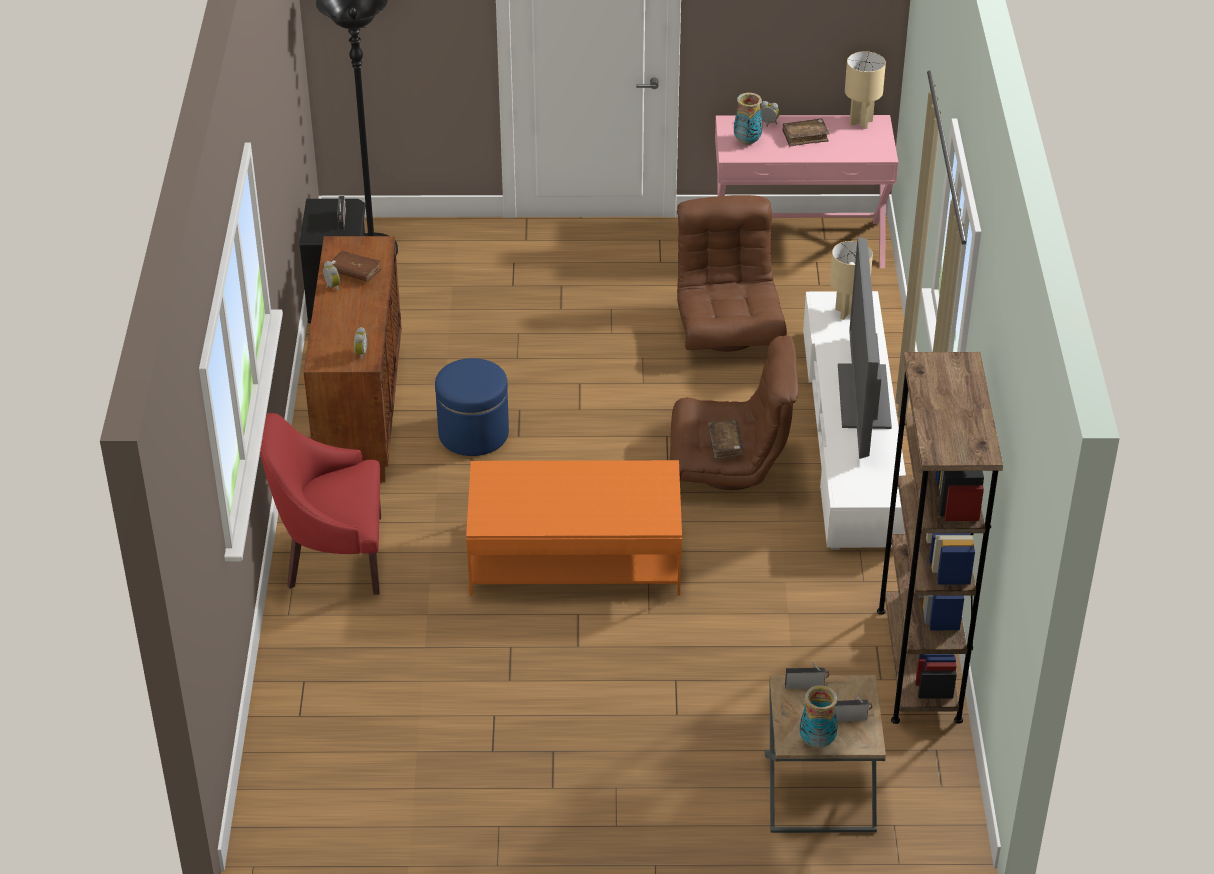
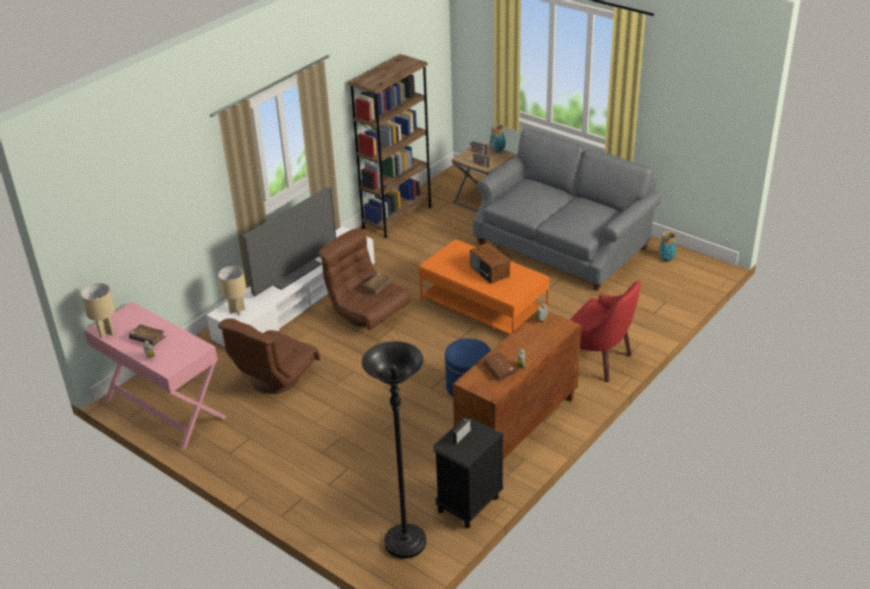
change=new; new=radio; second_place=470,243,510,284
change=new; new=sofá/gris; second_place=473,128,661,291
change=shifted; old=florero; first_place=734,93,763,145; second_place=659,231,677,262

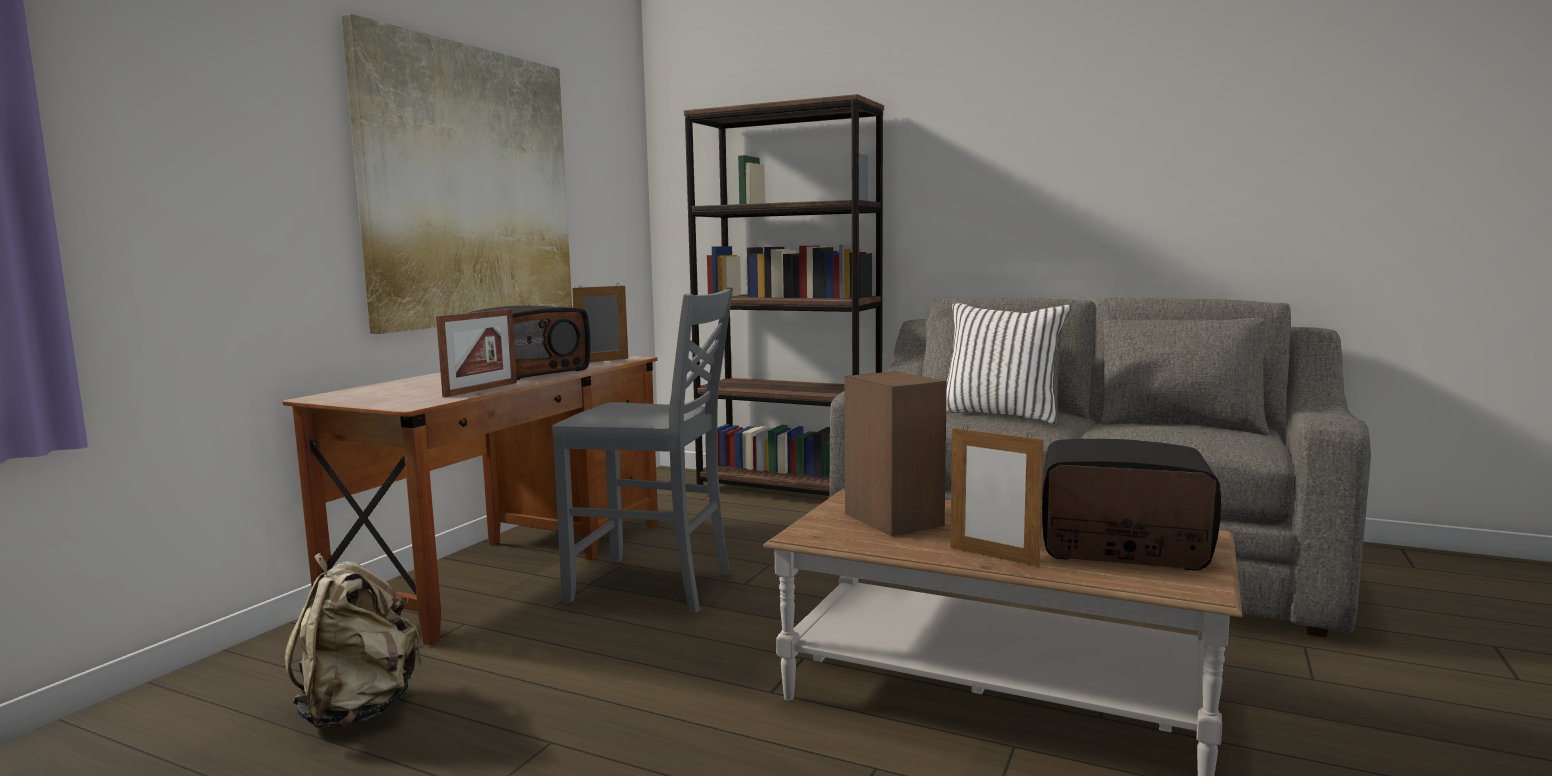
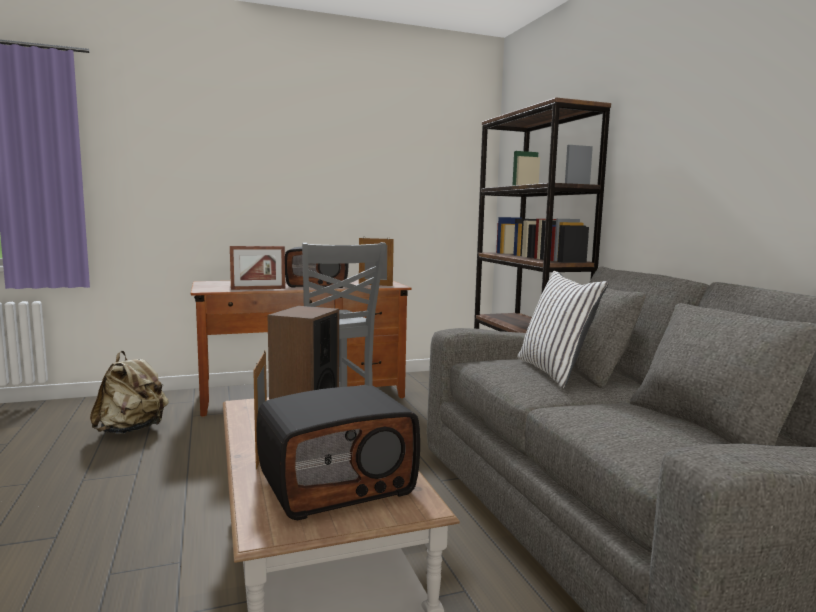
change=gone; old=cuadro; first_place=341,14,572,334
change=rotated; old=radio; first_place=1042,439,1221,571; second_place=257,386,420,520; degrees=90

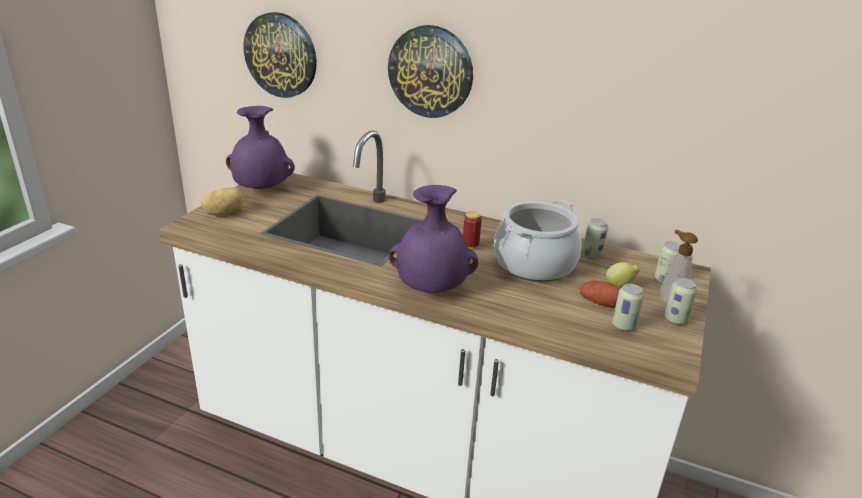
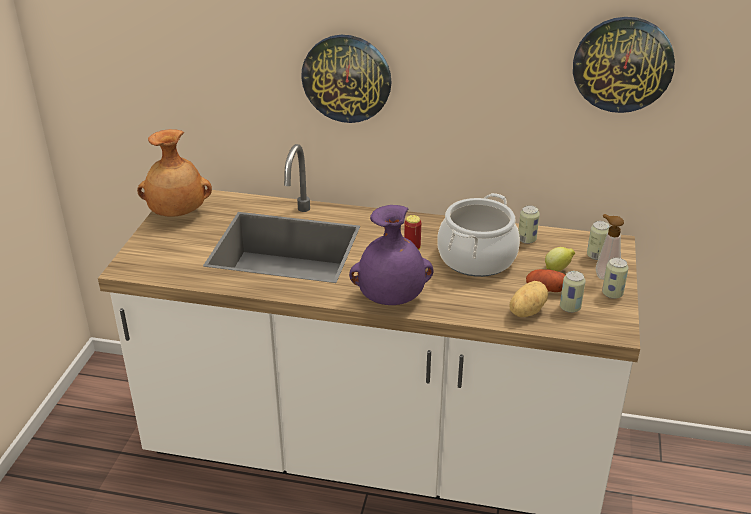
change=shifted; old=patata; first_place=201,187,244,216; second_place=509,281,548,317
change=shifted; old=reloj de pared; first_place=244,12,317,98; second_place=573,17,675,113
change=repainted; old=florero/morado; new=florero/marrón; first_place=226,106,295,189; second_place=137,129,212,217

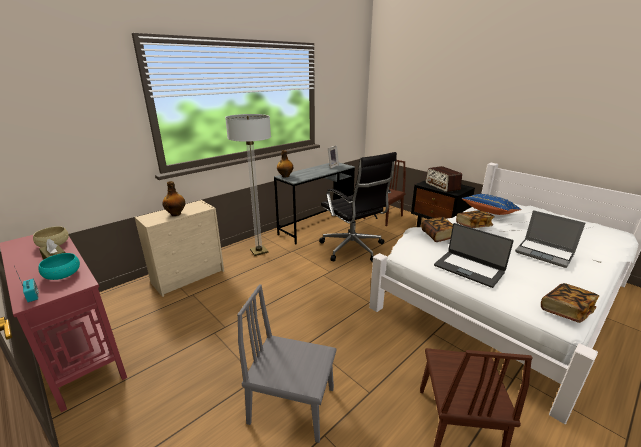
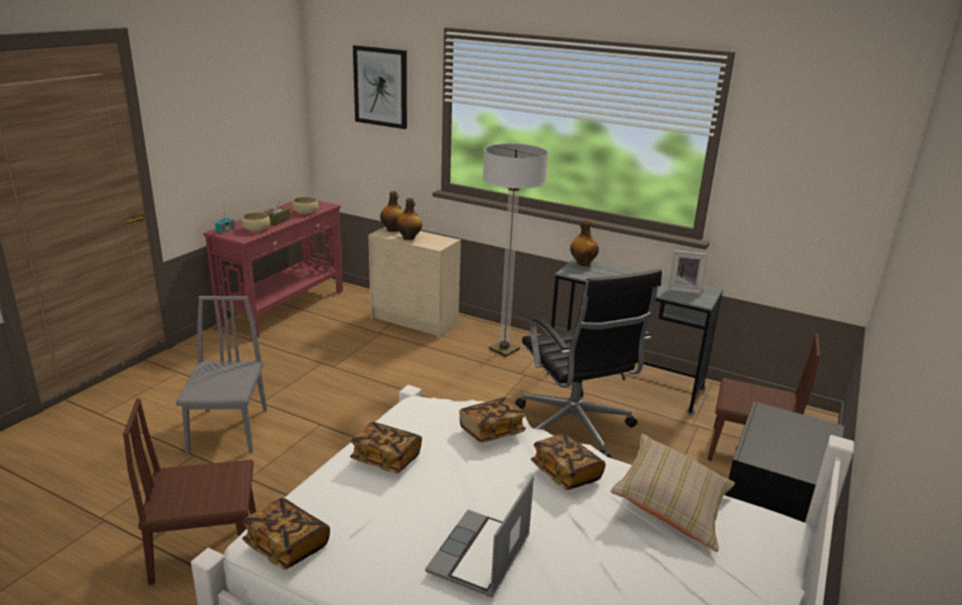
change=gone; old=radio; first_place=425,166,462,192
change=new; new=cuadro; second_place=353,45,407,129
change=new; new=botella; second_place=380,191,404,232
change=swapped; old=portátil; new=libro; first_place=434,223,514,288; second_place=350,422,422,473
change=repainted; old=cuenco/turquesa; new=cuenco/beis; first_place=39,253,80,280; second_place=241,212,270,232
change=repainted; old=cojín/azul; new=cojín/beis; first_place=462,194,522,215; second_place=610,433,735,552
change=rotated; old=silla de oficina/negro; first_place=319,152,397,262; second_place=515,269,662,458; degrees=-60

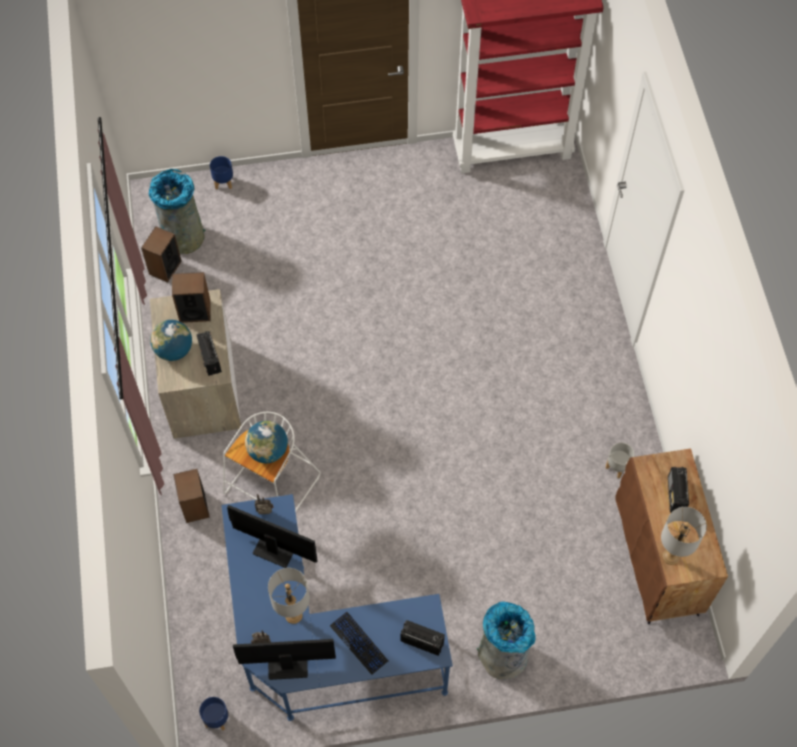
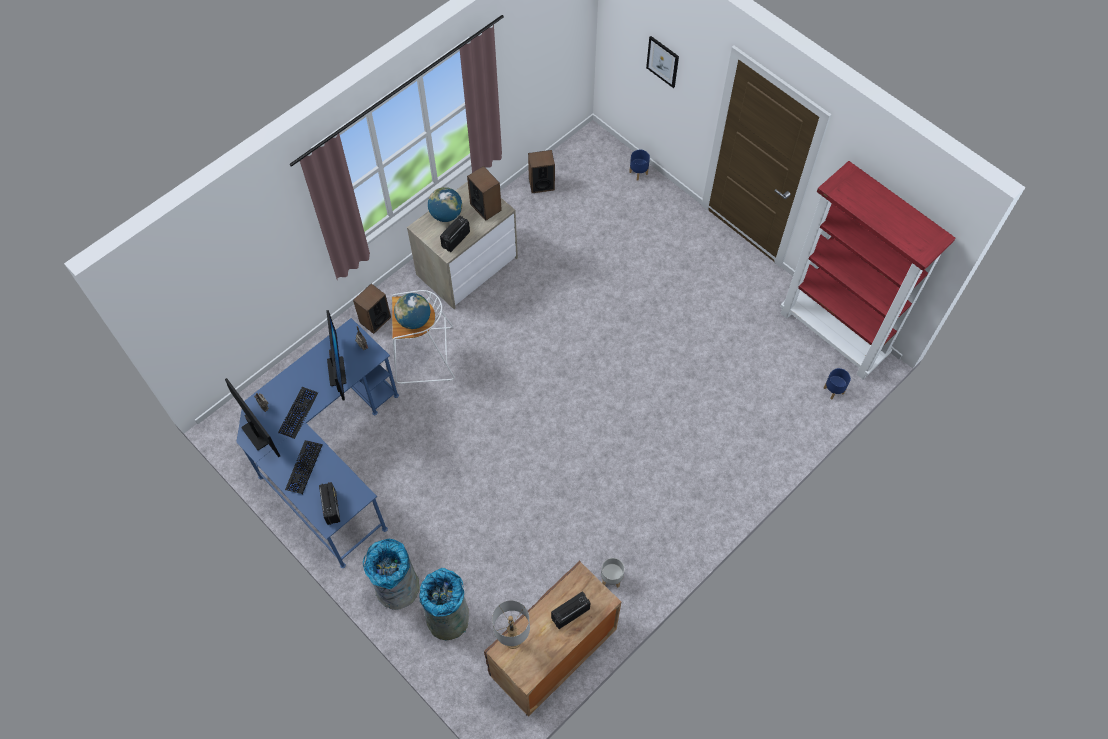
change=new; new=cuadro; second_place=646,36,679,88
change=shifted; old=papelera/gris; first_place=149,169,205,254; second_place=419,568,469,640
change=shifted; old=maceta/azul; first_place=199,697,229,731; second_place=823,368,851,400
change=swapped; old=lámpara de mesa/gris; new=teclado; first_place=268,568,310,624; second_place=278,387,318,439

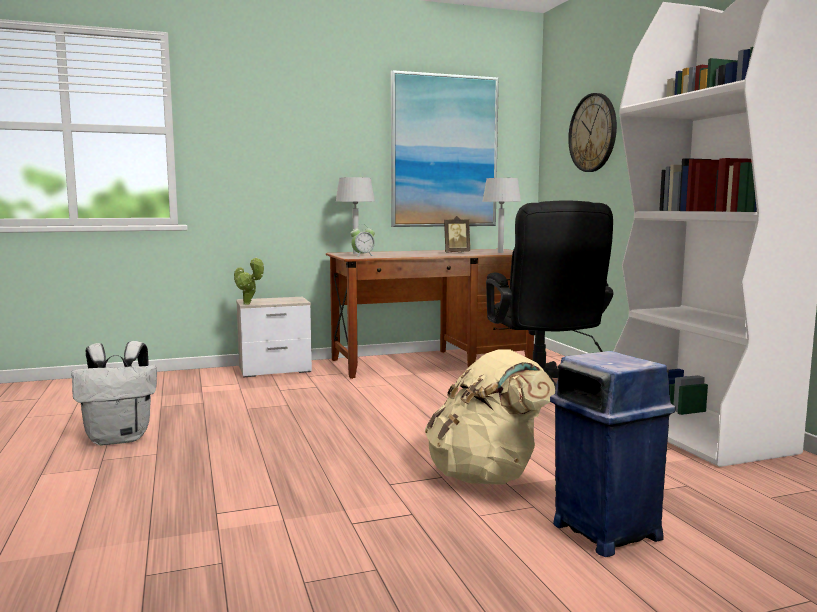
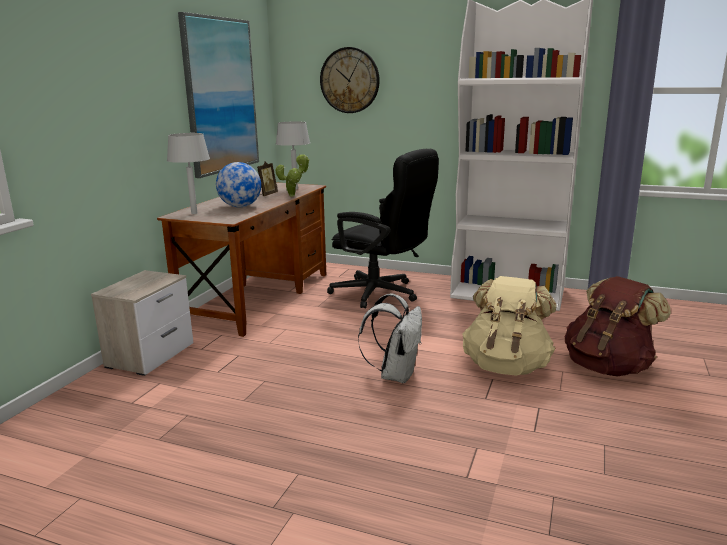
change=gone; old=despertador; first_place=350,225,375,257
change=new; new=globo terráqueo; second_place=216,162,261,207
change=shifted; old=mochila/blanco; first_place=71,341,157,446; second_place=358,293,422,383
change=shifted; old=planta en maceta; first_place=234,257,264,305; second_place=276,154,310,196
change=swapped; old=papelera/azul; new=mochila/marrón; first_place=550,351,676,557; second_place=565,276,671,376

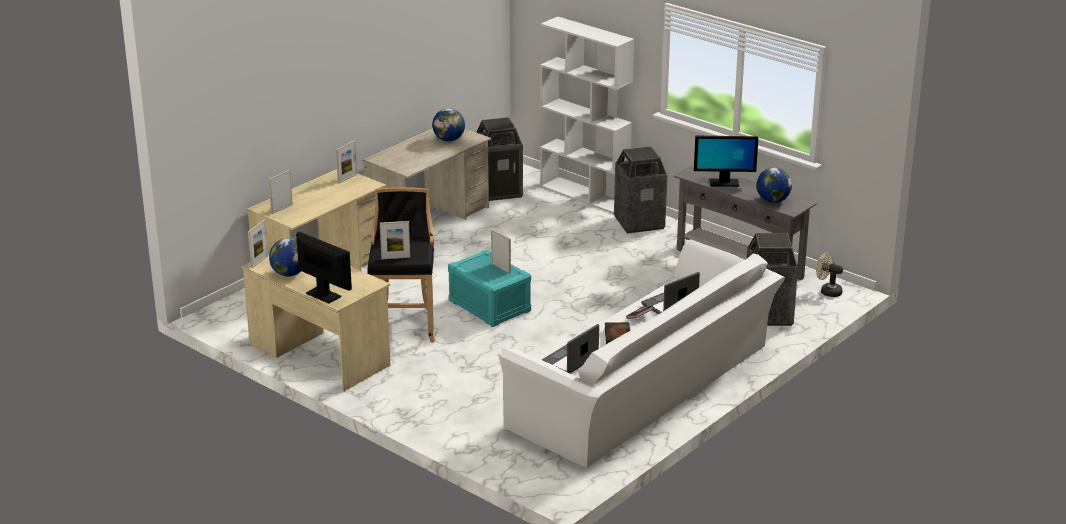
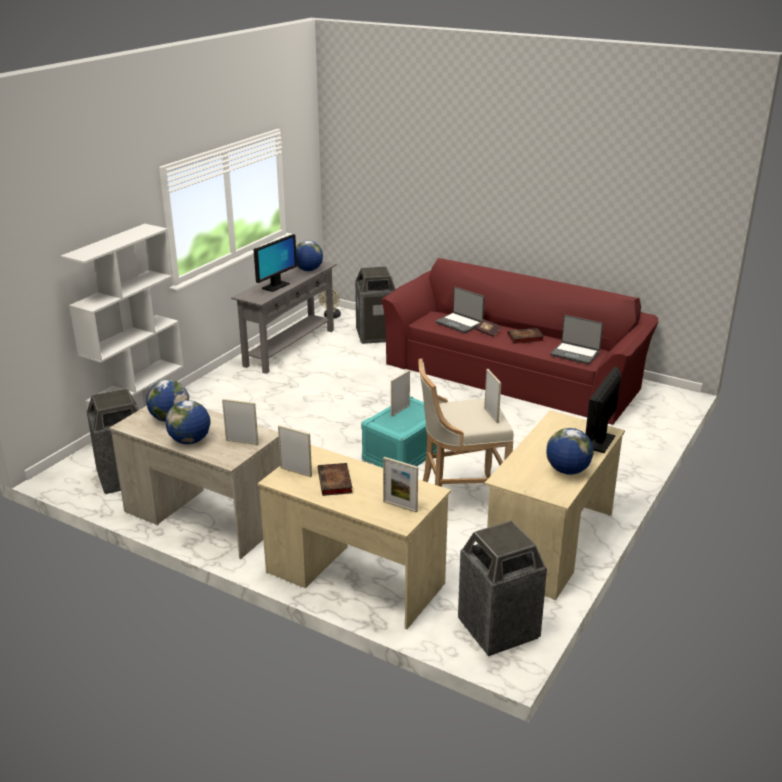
change=new; new=globo terráqueo; second_place=166,400,210,444
change=new; new=libro; second_place=318,463,353,496
change=shifted; old=portarretratos; first_place=248,220,268,268; second_place=222,399,258,445
change=shifted; old=papelera; first_place=614,146,667,233; second_place=458,520,547,656
change=repainted; old=taburete/negro; new=taburete/beis; first_place=367,187,435,342; second_place=418,358,514,487
change=repainted; old=sofá/blanco; new=sofá/rojo; first_place=498,240,785,467; second_place=381,258,658,425
change=rotated; old=monitor; first_place=694,136,758,187; second_place=253,234,297,292; degrees=45

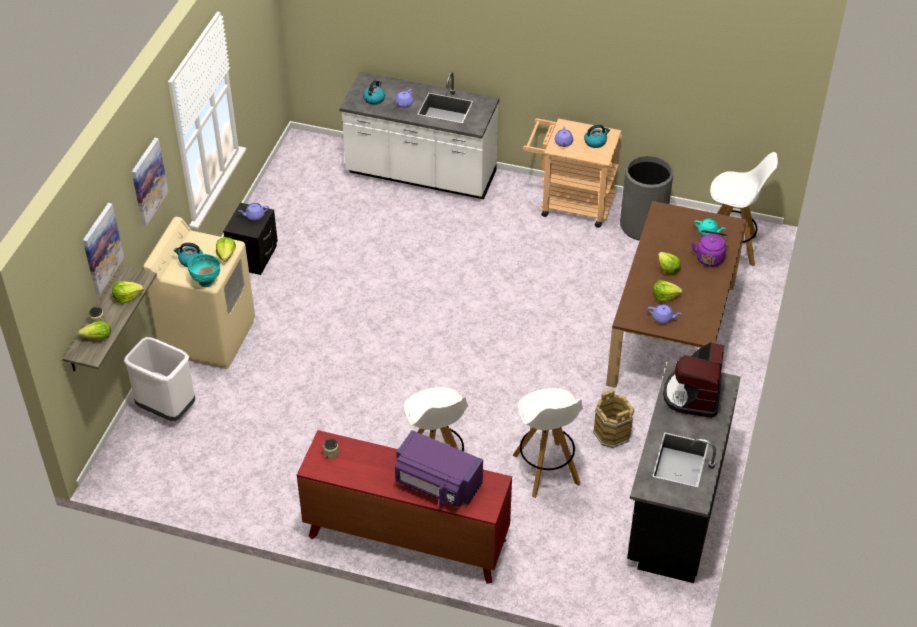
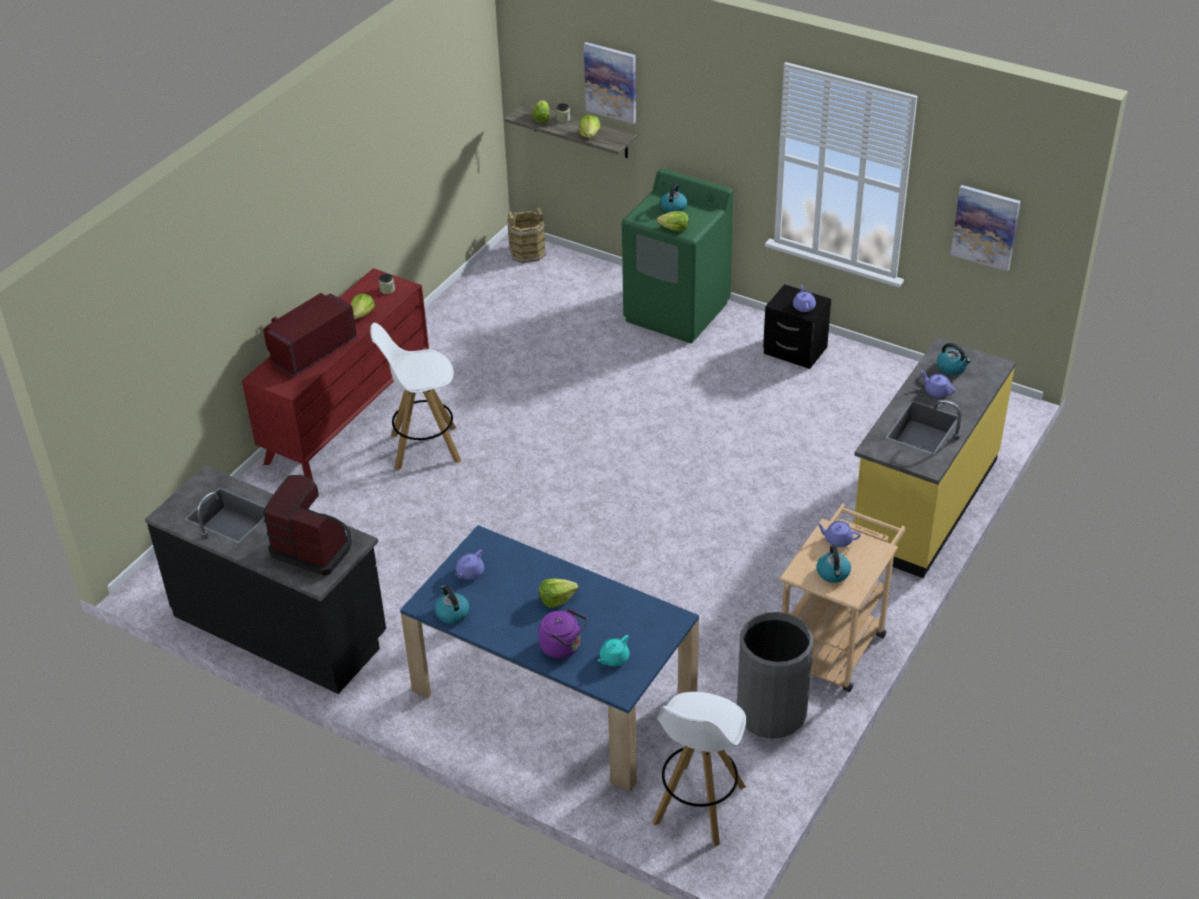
change=gone; old=papelera/blanco; first_place=124,337,195,421
change=gone; old=cuenco/turquesa; first_place=187,254,220,287
change=gone; old=taburete/blanco; first_place=513,388,583,498
change=new; new=hervidor; second_place=435,585,469,624
change=shifted; old=cuadro; first_place=132,138,168,226; second_place=951,185,1021,272
change=shifted; old=cubo/marrón; first_place=593,389,635,448; second_place=507,208,546,263
change=shifted; old=lechuga; first_place=653,280,682,301; second_place=351,294,375,319
change=repainted; old=lavadora/beis; new=lavadora/verde; first_place=143,217,255,369; second_place=622,169,733,343
change=repainted; old=mueble bajo de cocina/blanco; new=mueble bajo de cocina/amarillo; first_place=339,72,499,199; second_place=854,338,1016,578
change=repainted; old=microondas/morado; new=microondas/rojo; first_place=395,430,483,507; second_place=263,293,357,376
change=repainted; old=mesa de comedor/marrón; new=mesa de comedor/azul; first_place=606,201,747,388; second_place=400,525,699,792

